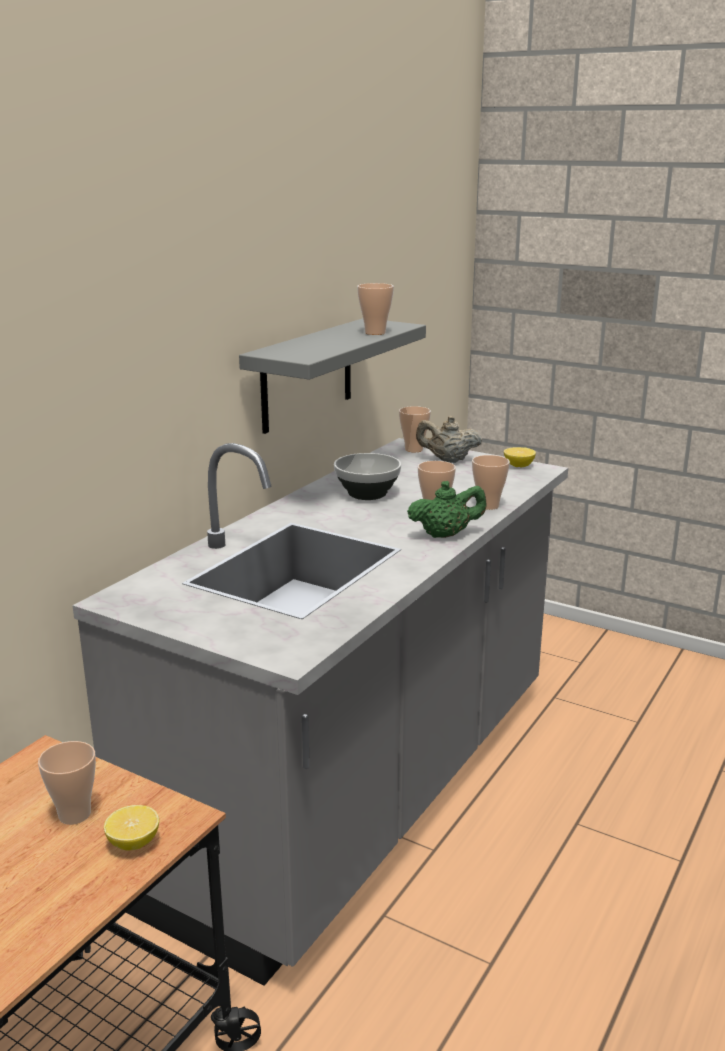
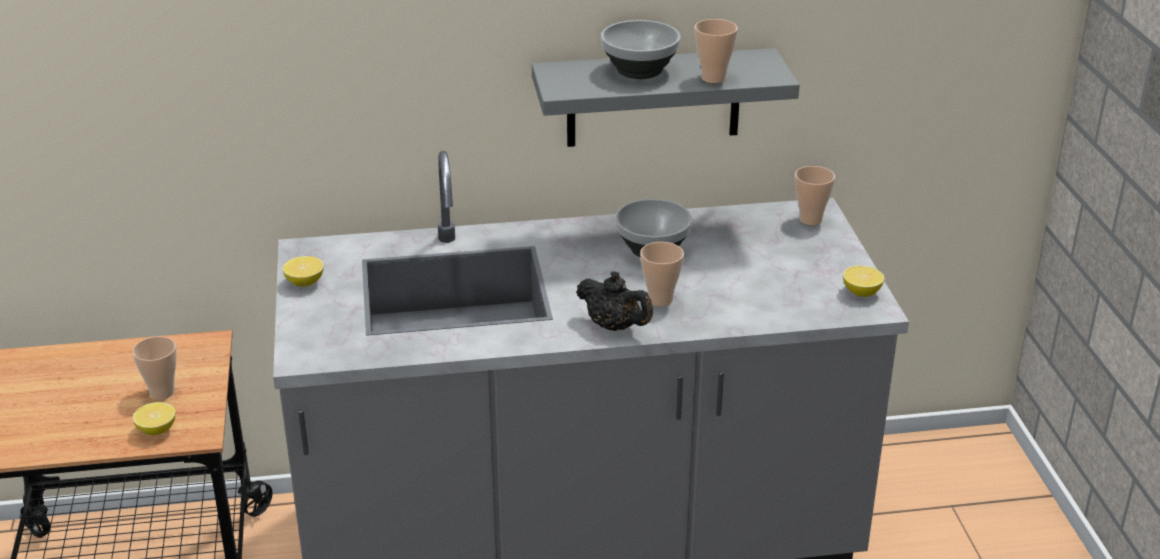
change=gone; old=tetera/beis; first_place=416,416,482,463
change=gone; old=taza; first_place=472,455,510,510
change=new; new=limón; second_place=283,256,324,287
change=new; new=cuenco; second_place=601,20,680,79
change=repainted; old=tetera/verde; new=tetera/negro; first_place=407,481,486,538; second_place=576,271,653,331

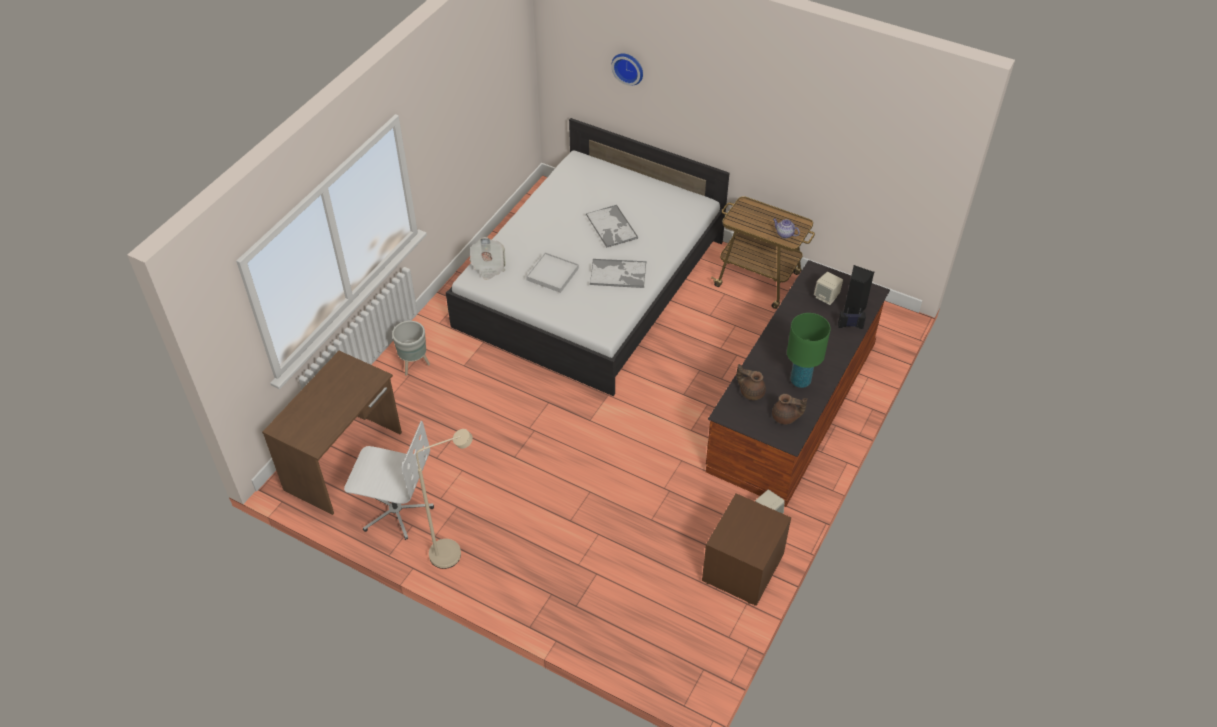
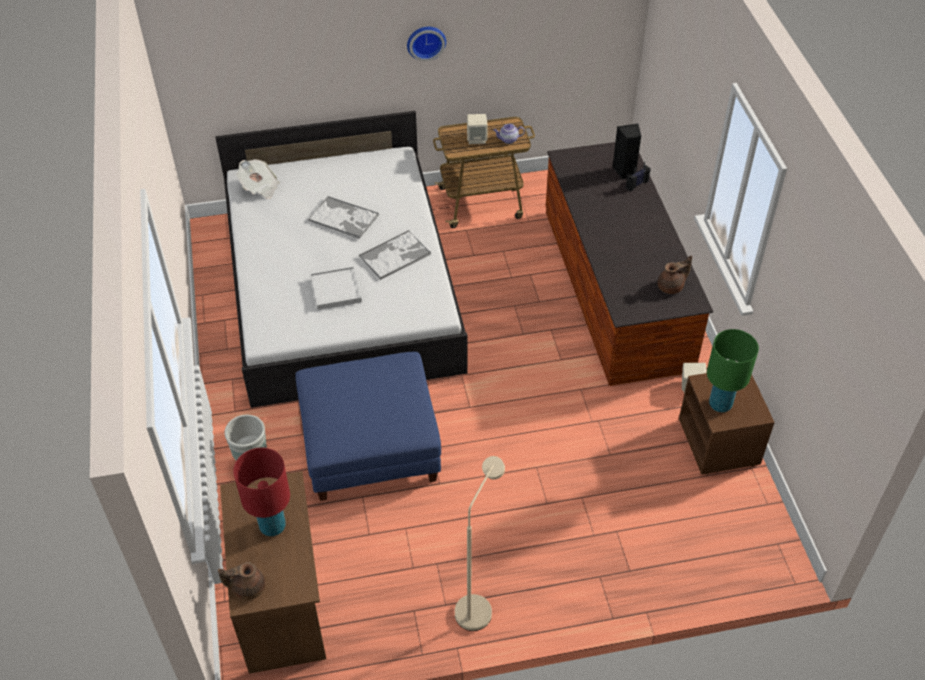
change=gone; old=silla de oficina/blanco; first_place=344,421,434,540
change=new; new=lámpara de mesa/rojo; second_place=233,448,290,536
change=new; new=puf/azul; second_place=295,352,441,501
change=shifted; old=periódico; first_place=470,237,506,280; second_place=236,159,280,199
change=shifted; old=reloj de pared; first_place=612,54,643,86; second_place=407,27,446,61
change=shifted; old=tetera/marrón; first_place=736,364,766,400; second_place=218,562,265,600
change=shifted; old=lámpara de mesa/verde; first_place=787,313,831,388; second_place=707,329,759,412
change=shifted; old=altavoz/beis; first_place=814,272,843,305; second_place=467,114,488,144

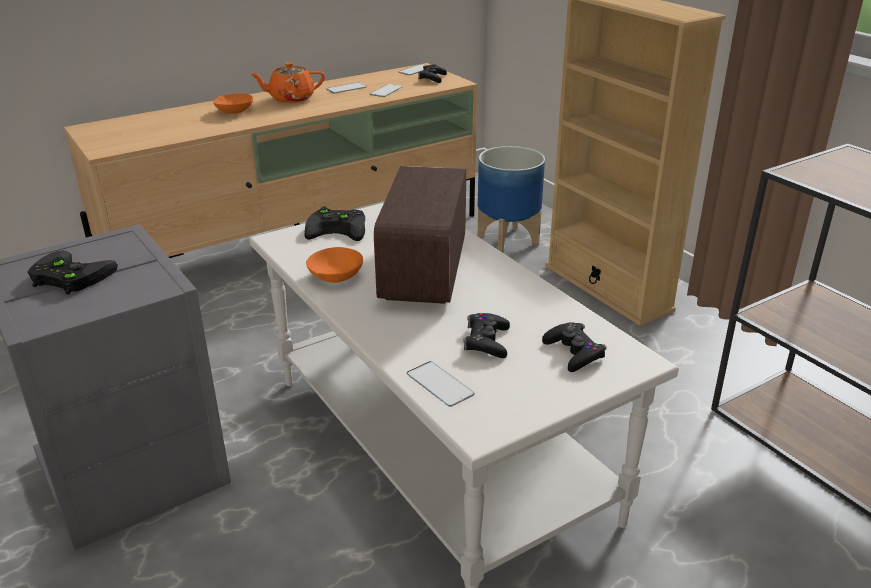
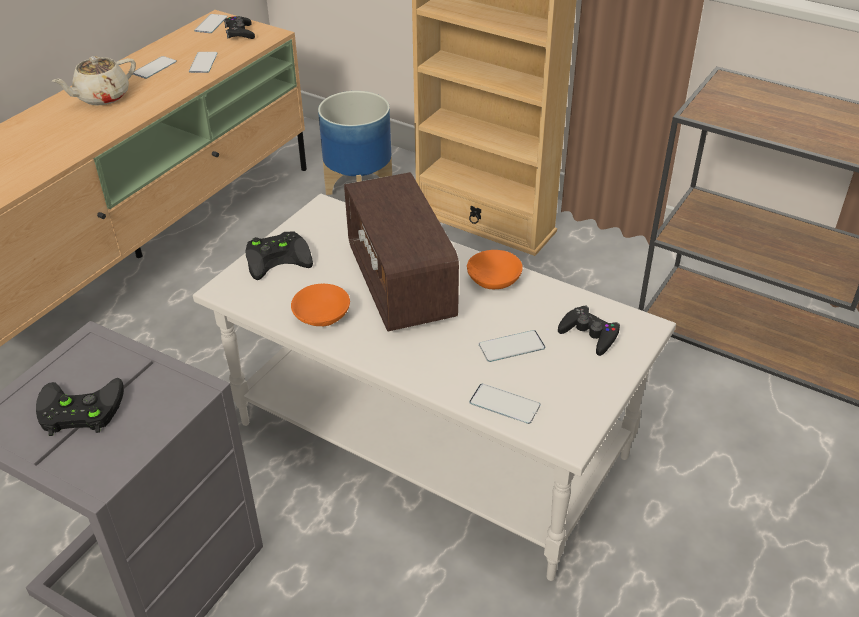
change=shifted; old=cuenco/naranja; first_place=213,93,253,114; second_place=467,250,523,289
change=swapped; old=mando de consola/negro; new=móvil; first_place=464,313,510,358; second_place=479,330,545,362
change=repainted; old=tetera/naranja; new=tetera/beis; first_place=250,62,325,103; second_place=52,56,136,106

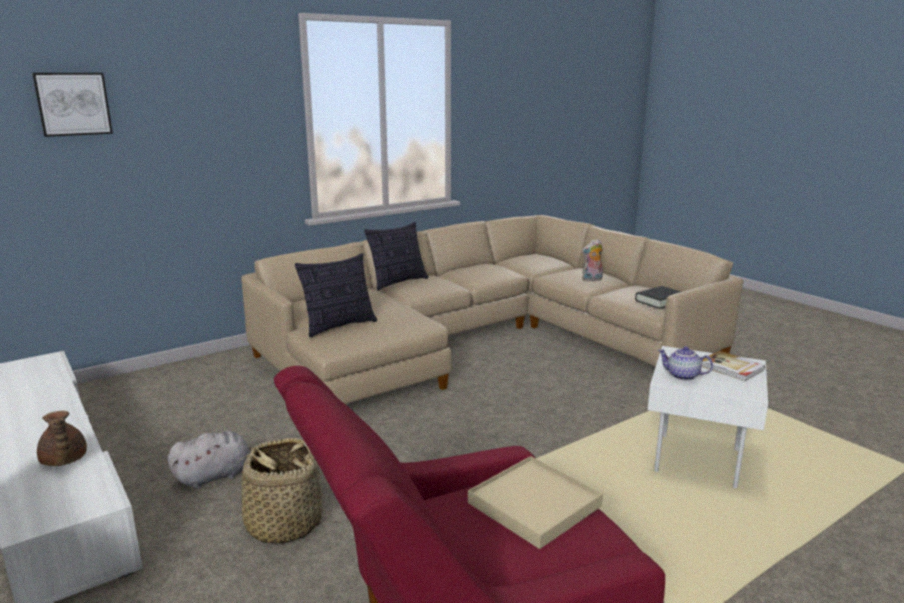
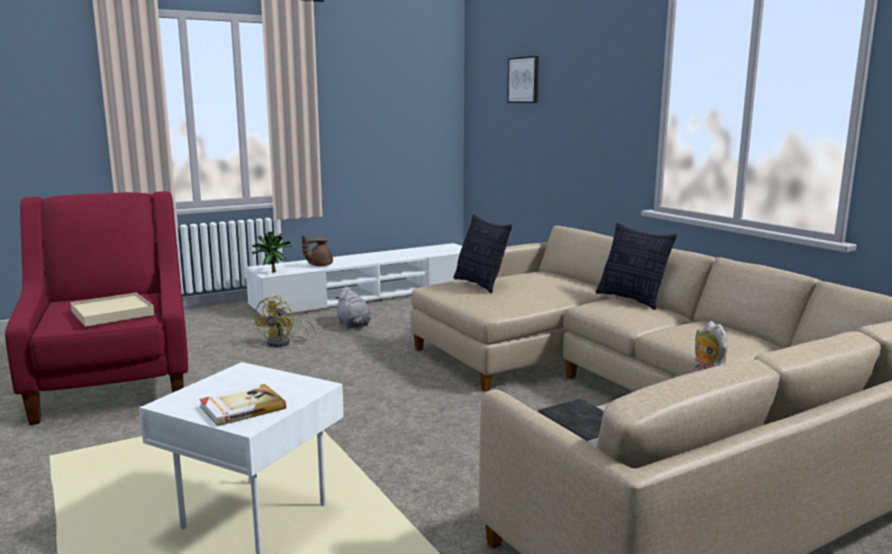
change=gone; old=tetera; first_place=658,346,713,381
change=new; new=planta en maceta; second_place=252,232,292,273
change=swapped; old=cesta; new=ventilador/amarillo; first_place=228,438,331,544; second_place=253,295,316,347

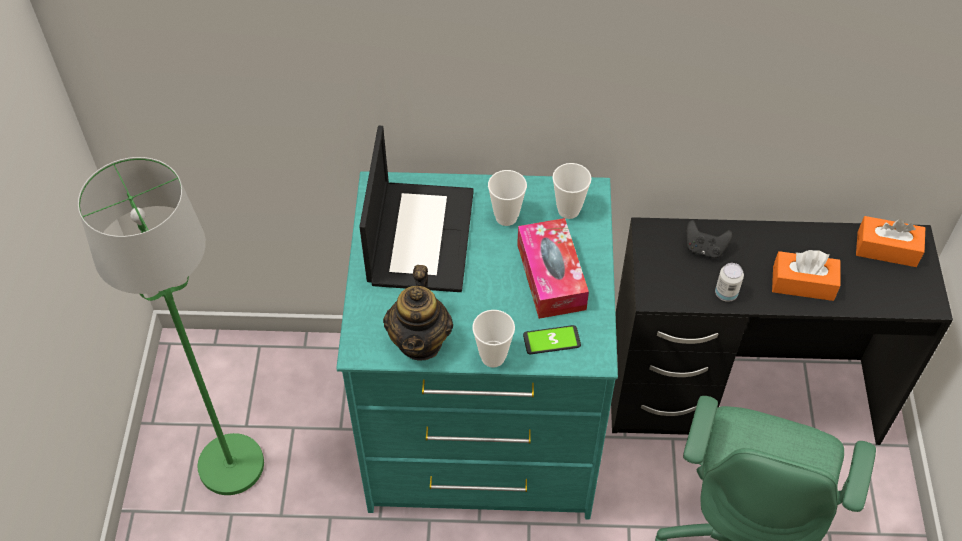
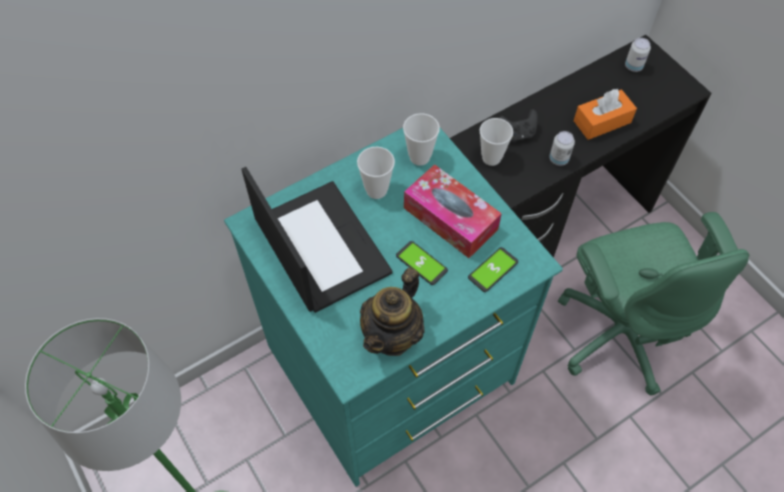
change=new; new=móvil; second_place=396,241,448,285
change=shifted; old=taza; first_place=472,310,515,368; second_place=480,118,513,166
change=swapped; old=caja de pañuelos/naranja; new=lata; first_place=856,216,925,267; second_place=625,38,651,72
change=rotated; old=tetera; first_place=383,265,453,361; second_place=360,267,425,356; degrees=60

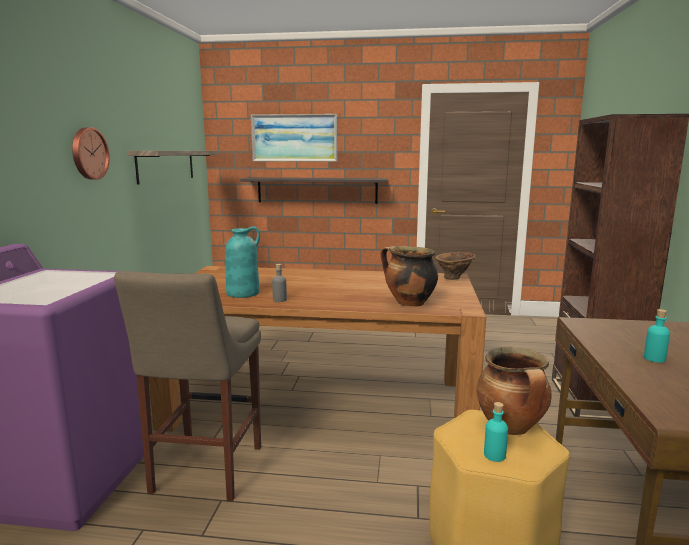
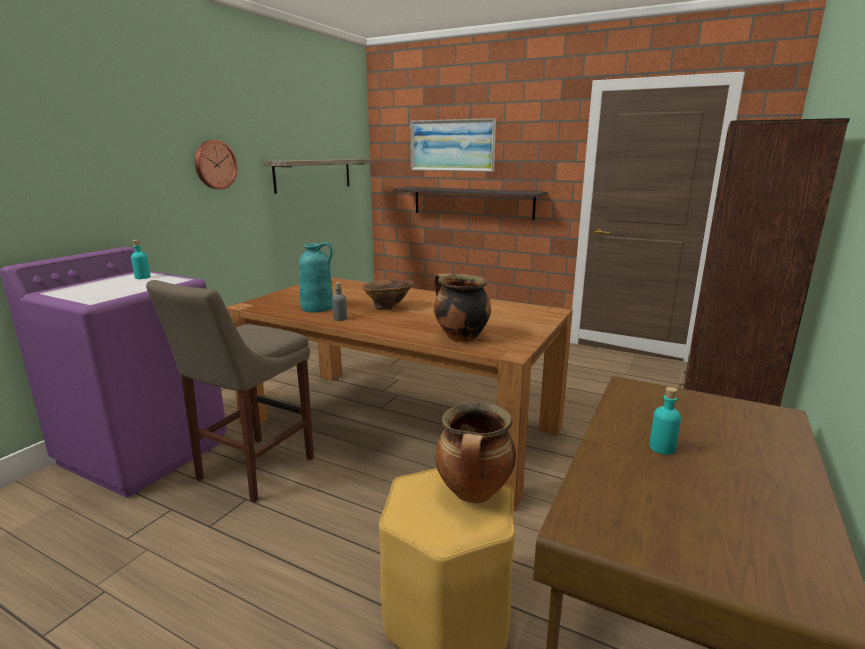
change=shifted; old=florero/marrón; first_place=436,252,476,280; second_place=361,279,413,310
change=shifted; old=botella/turquesa; first_place=484,402,508,462; second_place=131,240,151,279

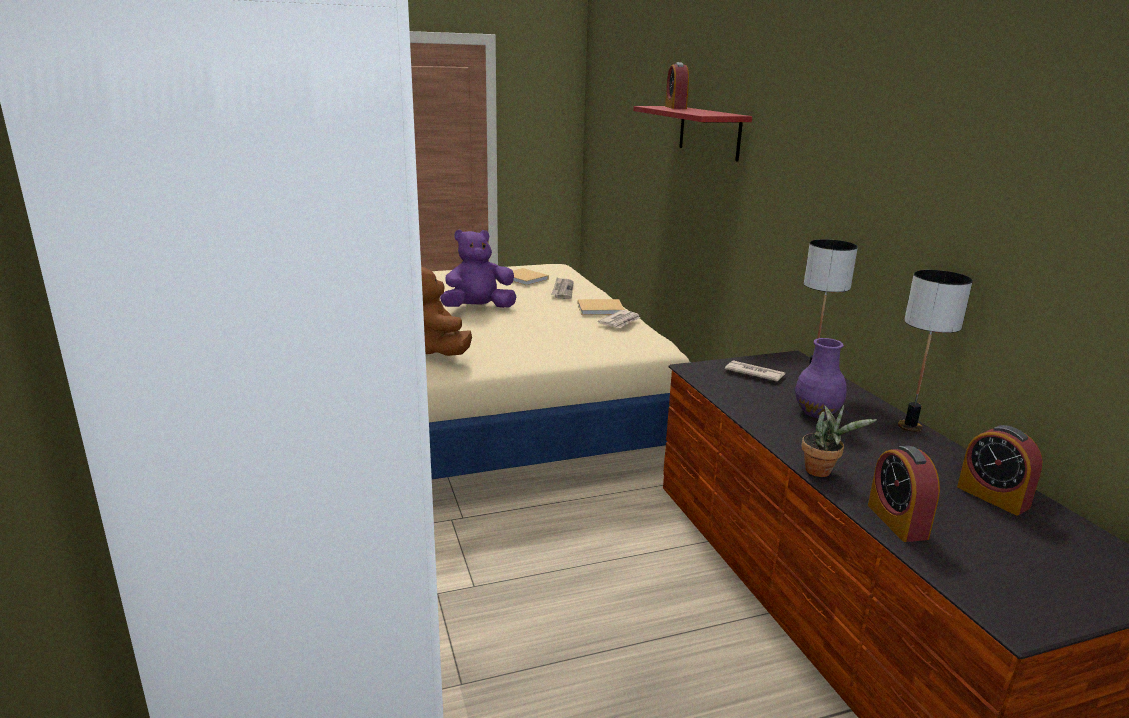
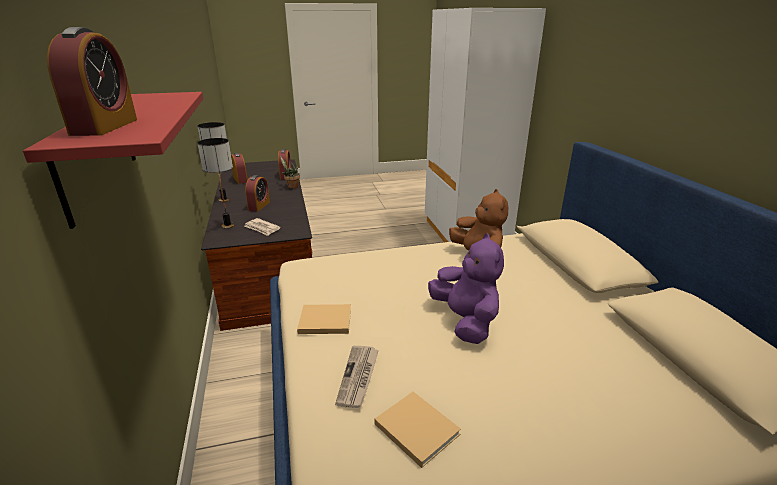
change=gone; old=periódico; first_place=598,310,640,328
change=swapped; old=florero/morado; new=despertador; first_place=795,338,847,418; second_place=245,175,270,212
change=rotated; old=peluche/morado; first_place=440,229,516,308; second_place=428,233,504,344; degrees=-90

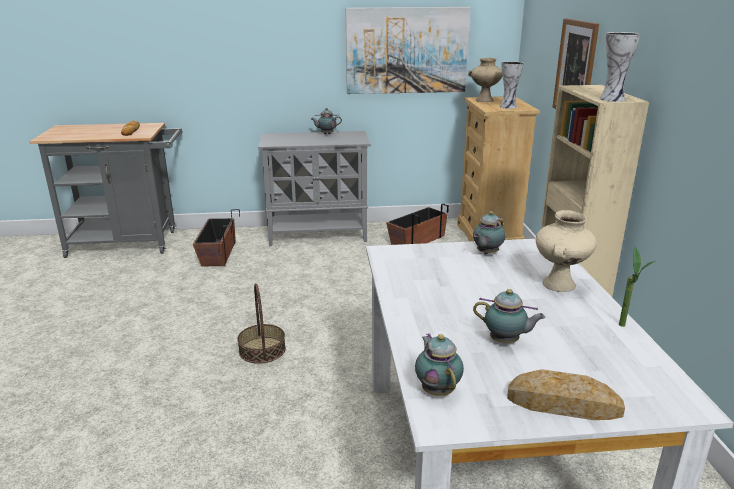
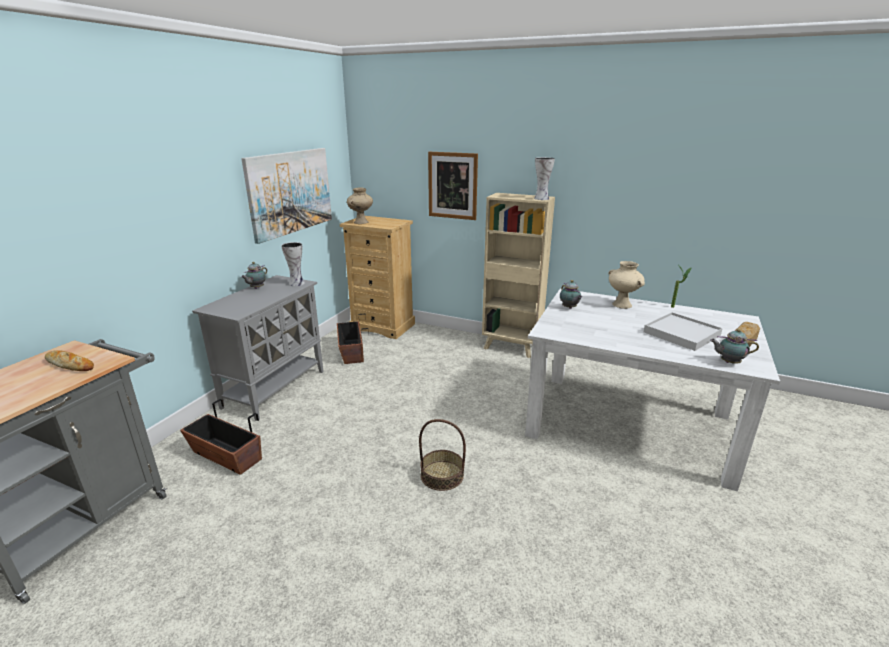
change=shifted; old=florero; first_place=500,61,524,109; second_place=281,242,305,286
change=swapped; old=tetera; new=bandeja/blanco; first_place=473,289,546,343; second_place=644,312,723,351

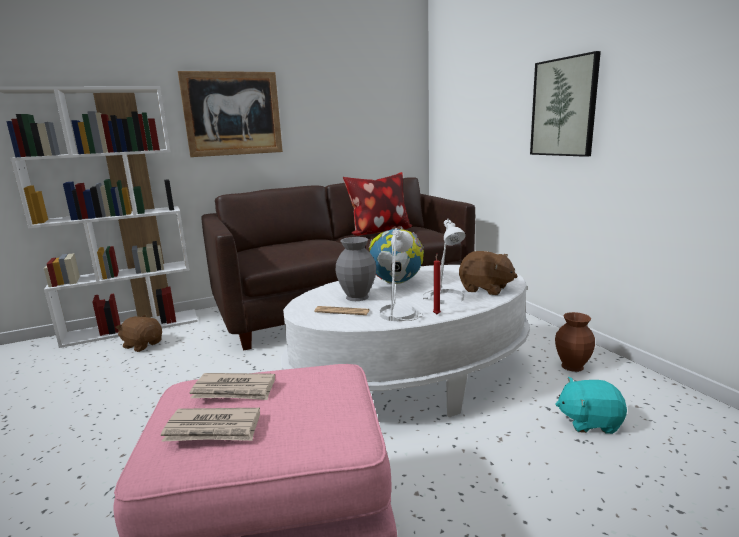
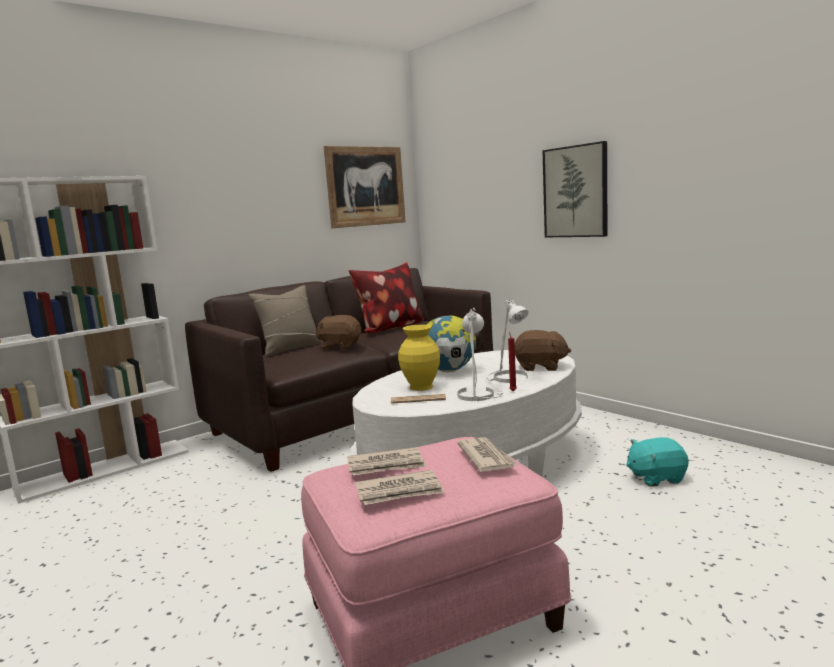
change=gone; old=florero/marrón; first_place=555,312,595,372
change=new; new=cojín/beis; second_place=249,285,323,356
change=new; new=periódico; second_place=457,437,518,472
change=shifted; old=peluche/marrón; first_place=115,315,162,352; second_place=315,315,361,350
change=shifted; old=cuadro; first_place=178,71,283,157; second_place=324,146,406,228
change=repainted; old=florero/gris; new=florero/amarillo; first_place=336,237,376,301; second_place=398,325,440,391

